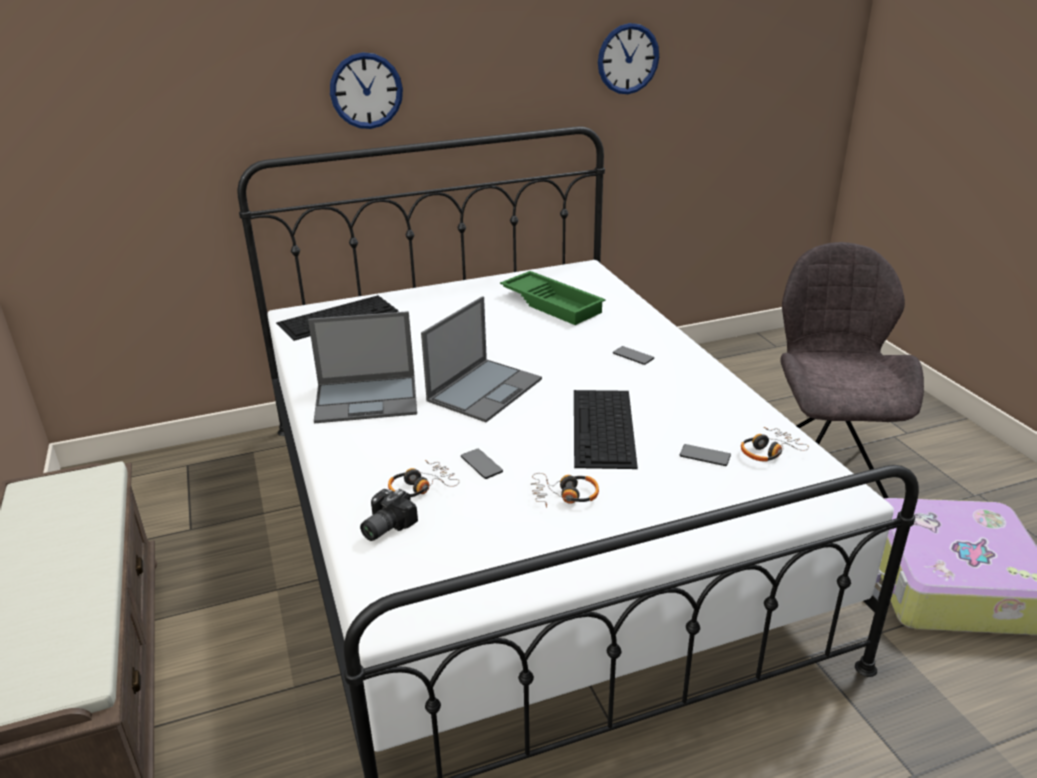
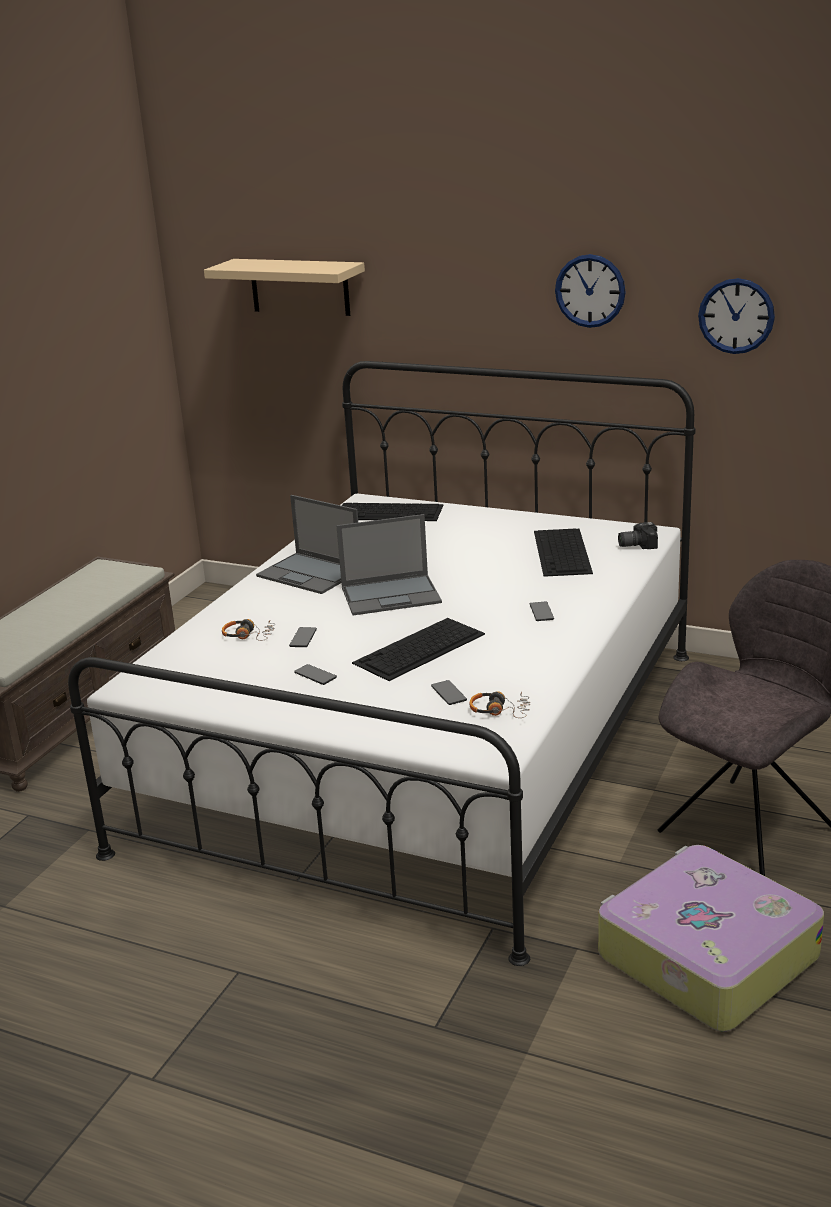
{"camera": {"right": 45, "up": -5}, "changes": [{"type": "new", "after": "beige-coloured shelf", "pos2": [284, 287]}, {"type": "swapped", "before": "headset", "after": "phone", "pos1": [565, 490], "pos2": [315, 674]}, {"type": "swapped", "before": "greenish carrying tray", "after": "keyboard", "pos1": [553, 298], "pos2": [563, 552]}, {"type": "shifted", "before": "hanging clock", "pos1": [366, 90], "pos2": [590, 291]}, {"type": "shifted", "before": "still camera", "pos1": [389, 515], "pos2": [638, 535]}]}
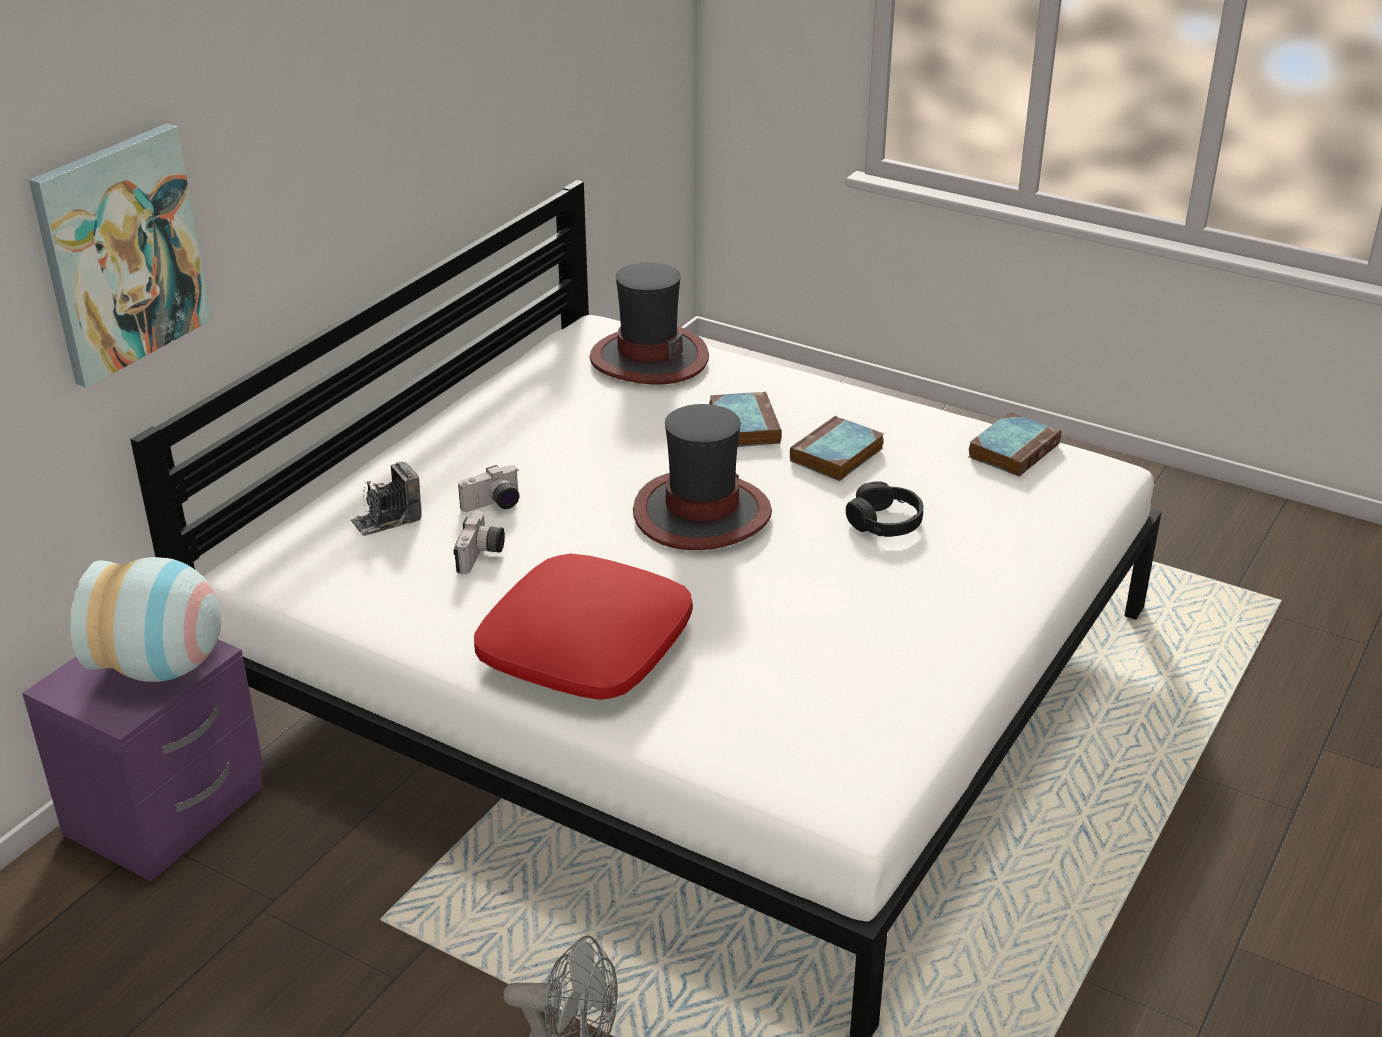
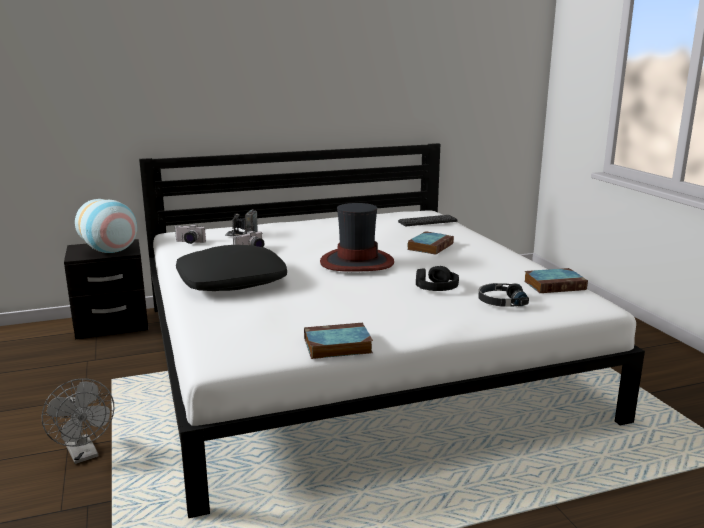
{"camera": {"right": 40, "up": -15}, "changes": [{"type": "repainted", "before": "purple night table", "after": "black-coloured night table", "pos1": [143, 760], "pos2": [106, 289]}, {"type": "shifted", "before": "still camera", "pos1": [488, 488], "pos2": [190, 234]}, {"type": "repainted", "before": "reddish cushion", "after": "black-coloured cushion", "pos1": [583, 627], "pos2": [231, 268]}, {"type": "shifted", "before": "bound book", "pos1": [837, 448], "pos2": [338, 341]}, {"type": "swapped", "before": "clothing hat", "after": "keyboard", "pos1": [649, 323], "pos2": [427, 220]}, {"type": "new", "after": "black-coloured headset", "pos2": [503, 295]}, {"type": "gone", "before": "wall art", "pos1": [120, 255]}]}
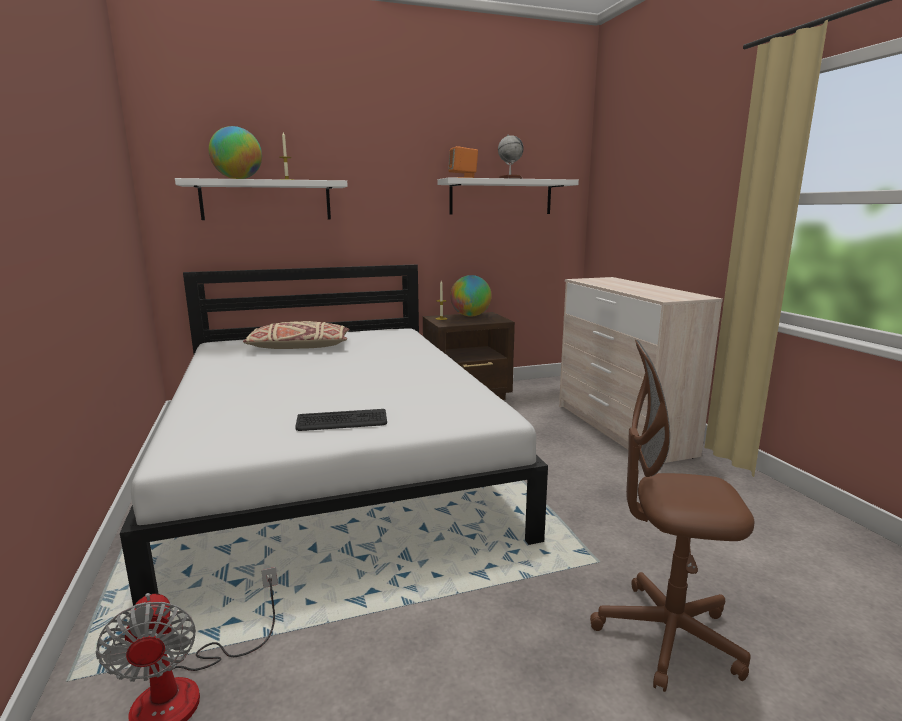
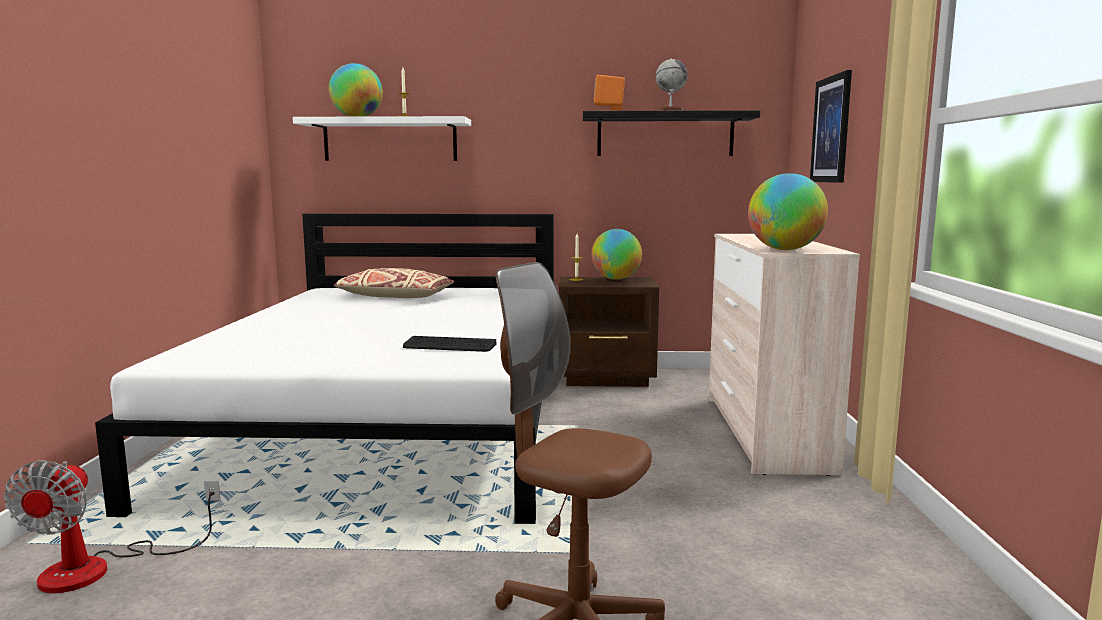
{"camera": {"right": 20, "up": -5}, "changes": [{"type": "shifted", "before": "keyboard", "pos1": [341, 420], "pos2": [449, 344]}, {"type": "repainted", "before": "white shelf", "after": "black-coloured shelf", "pos1": [508, 196], "pos2": [671, 133]}, {"type": "new", "after": "world globe", "pos2": [788, 211]}, {"type": "new", "after": "wall art", "pos2": [831, 126]}]}
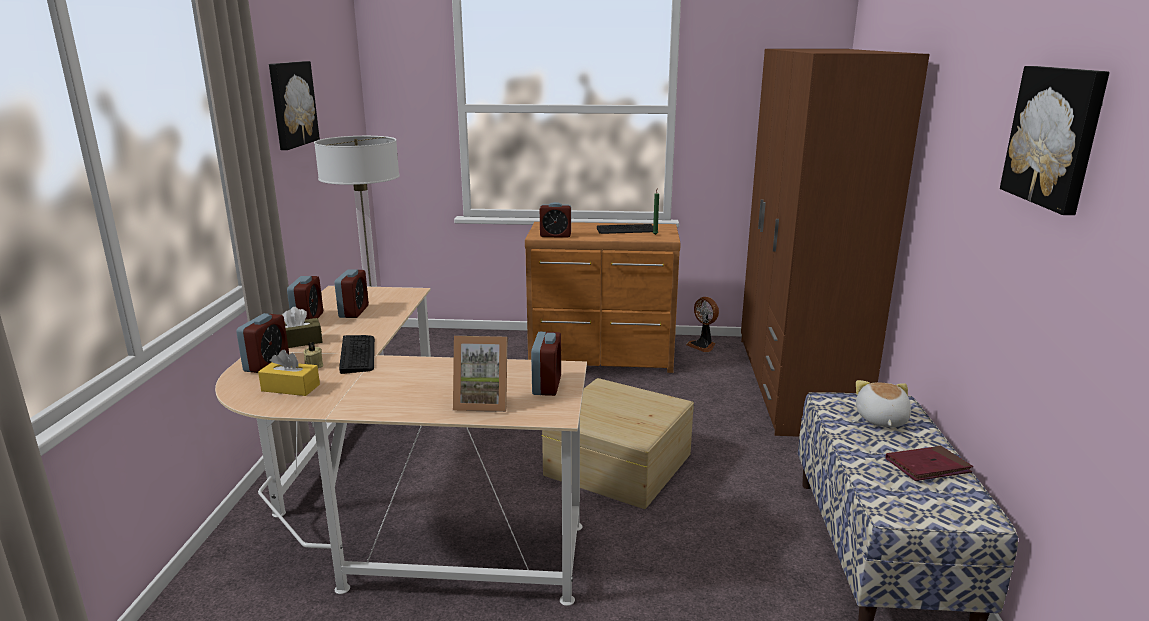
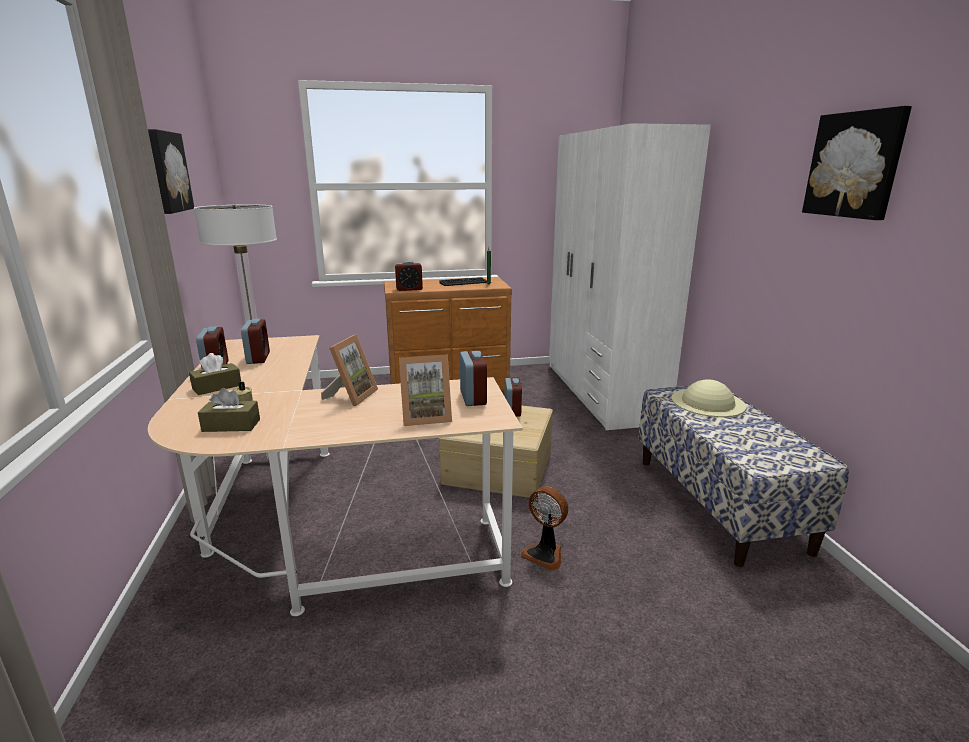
{"camera": {"right": -15, "up": 0}, "changes": [{"type": "repainted", "before": "yellow tissue holder", "after": "brownish tissue holder", "pos1": [289, 373], "pos2": [229, 410]}, {"type": "new", "after": "standing frame", "pos2": [349, 370]}, {"type": "shifted", "before": "alarm clock", "pos1": [262, 343], "pos2": [513, 397]}, {"type": "shifted", "before": "electric fan", "pos1": [702, 324], "pos2": [544, 528]}, {"type": "repainted", "before": "brownish clothes cupboard", "after": "white clothes cupboard", "pos1": [835, 243], "pos2": [630, 276]}, {"type": "swapped", "before": "soft toy", "after": "beige-coloured clothing hat", "pos1": [883, 403], "pos2": [709, 398]}, {"type": "gone", "before": "keyboard", "pos1": [357, 354]}, {"type": "gone", "before": "reddish bound book", "pos1": [929, 463]}]}
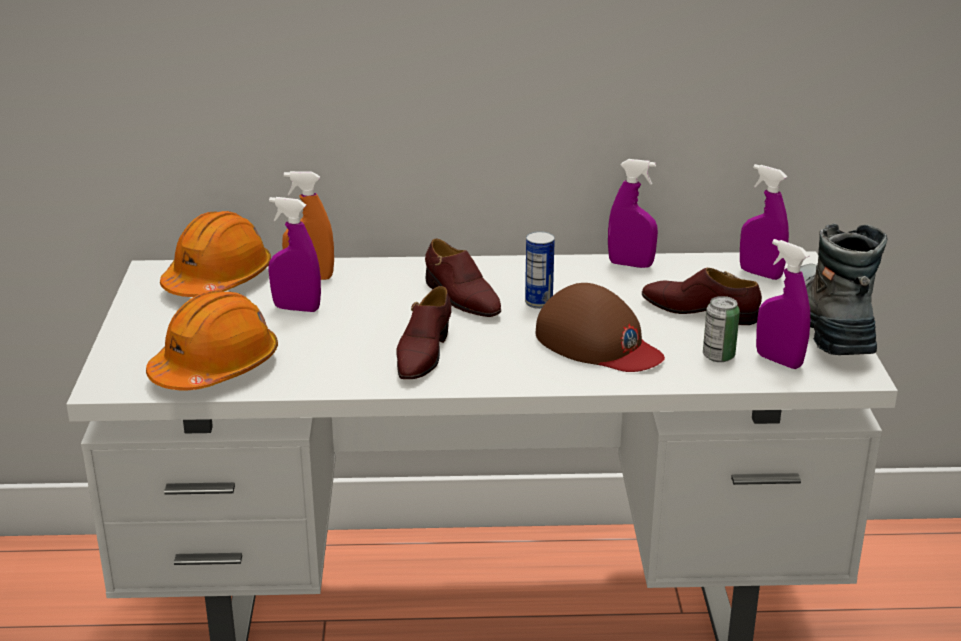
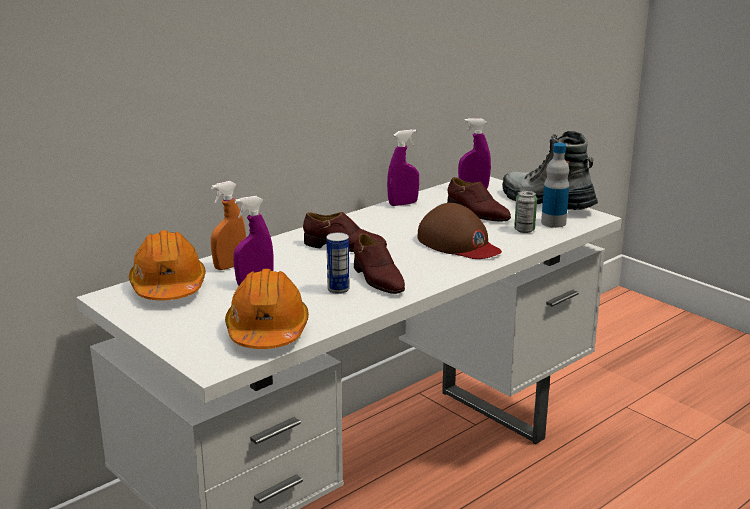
{"camera": {"right": -40, "up": -5}, "changes": [{"type": "shifted", "before": "sealed can", "pos1": [540, 270], "pos2": [337, 263]}, {"type": "rotated", "before": "brownish peaked cap", "pos1": [600, 327], "pos2": [460, 231], "turn": 45}, {"type": "rotated", "before": "brownish low shoe", "pos1": [702, 296], "pos2": [479, 199], "turn": -120}, {"type": "swapped", "before": "purple spray bottle", "after": "drink bottle", "pos1": [783, 304], "pos2": [555, 185]}]}
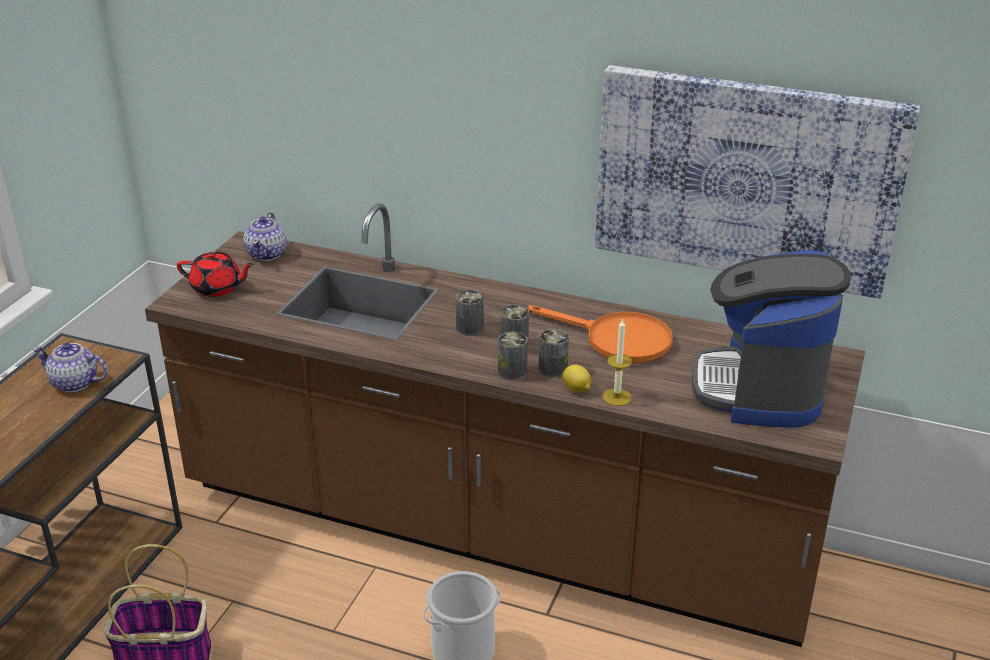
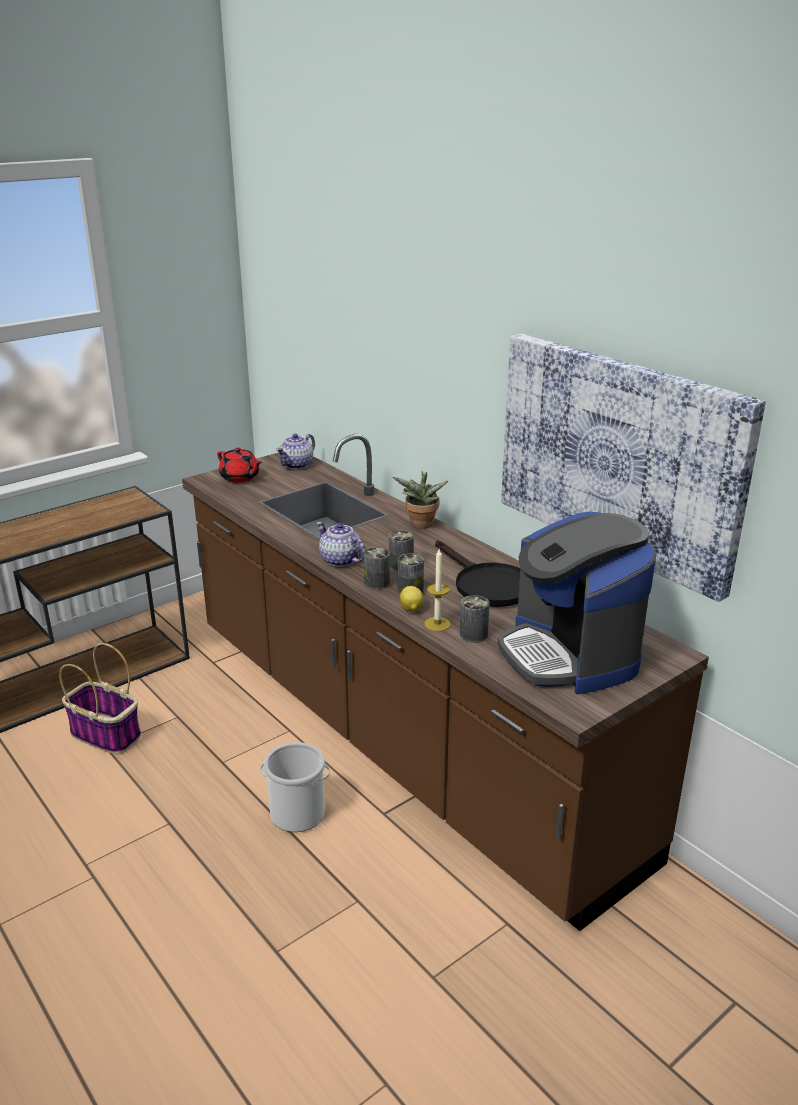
{"camera": {"right": 30, "up": -5}, "changes": [{"type": "shifted", "before": "teapot", "pos1": [70, 367], "pos2": [340, 544]}, {"type": "new", "after": "potted plant", "pos2": [420, 500]}, {"type": "repainted", "before": "orange-coloured skillet", "after": "black-coloured skillet", "pos1": [600, 334], "pos2": [477, 573]}, {"type": "shifted", "before": "sealed can", "pos1": [470, 313], "pos2": [475, 619]}, {"type": "rotated", "before": "coffee brewer", "pos1": [771, 339], "pos2": [577, 603], "turn": -60}]}
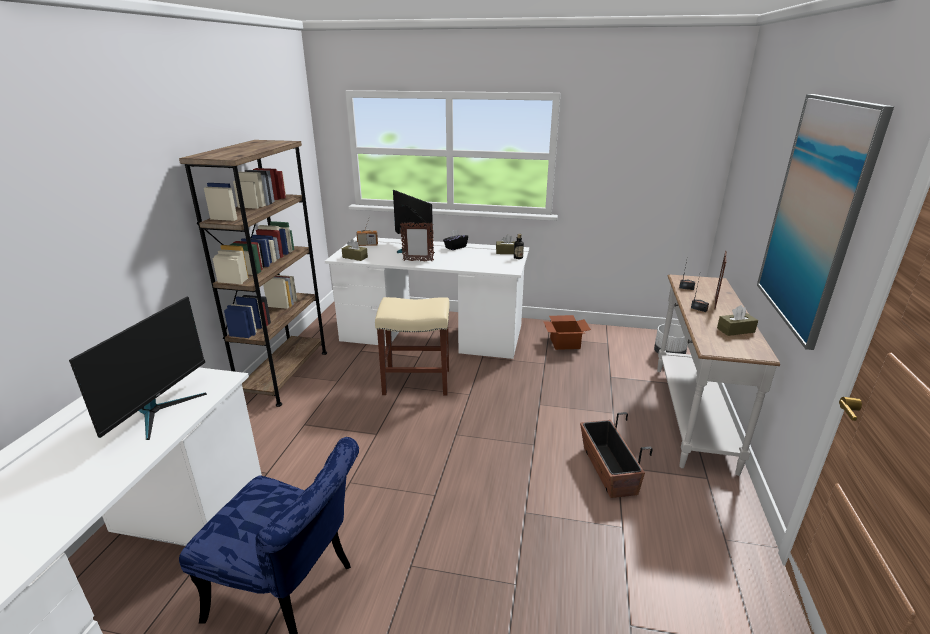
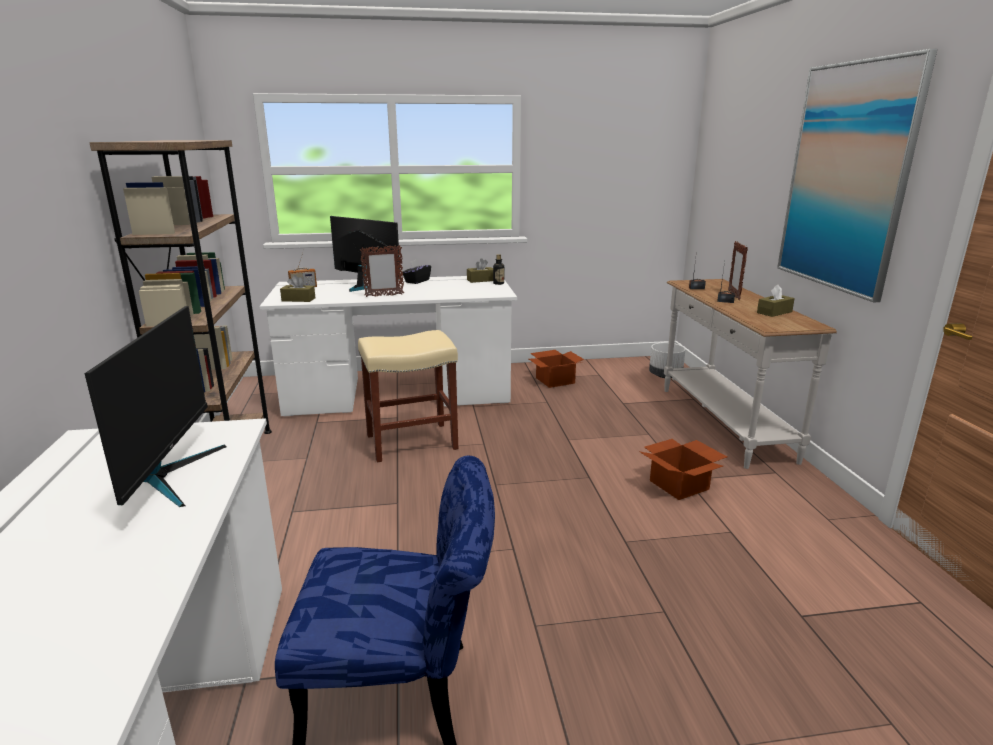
{"camera": {"right": -20, "up": -5}, "changes": [{"type": "swapped", "before": "flower pot", "after": "packing box", "pos1": [616, 455], "pos2": [683, 469]}]}
